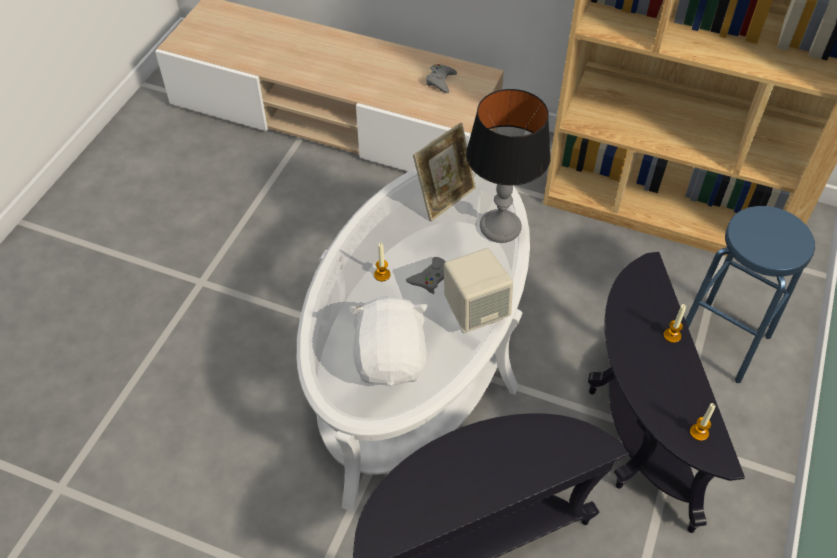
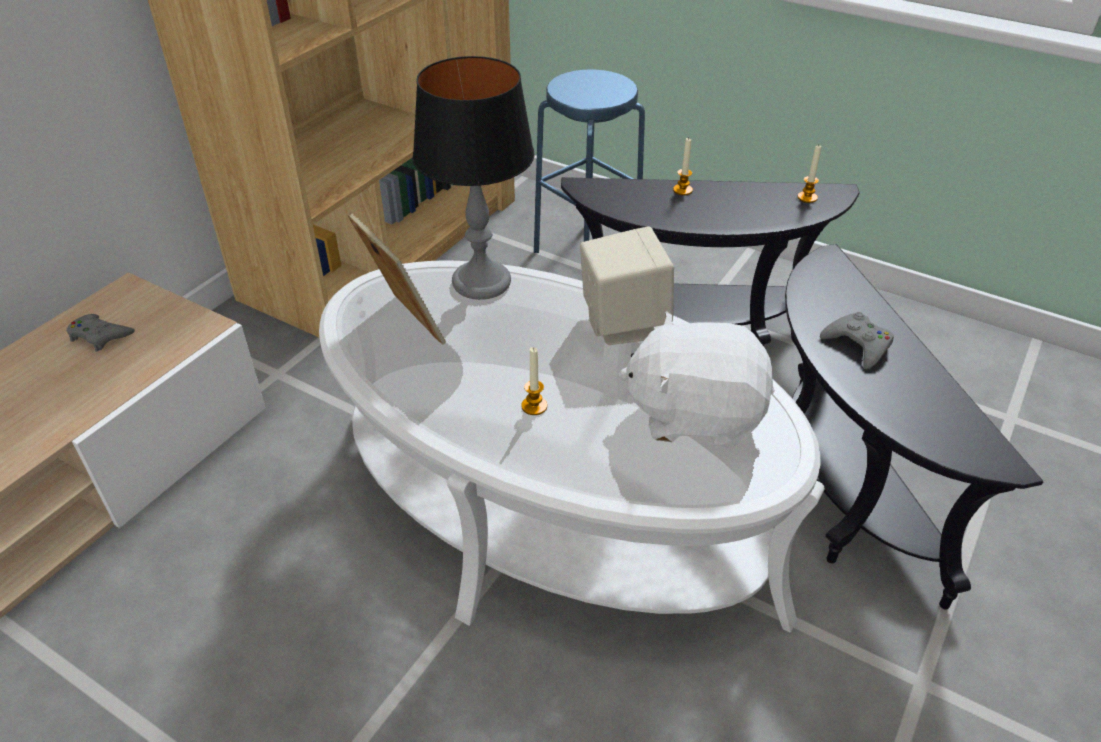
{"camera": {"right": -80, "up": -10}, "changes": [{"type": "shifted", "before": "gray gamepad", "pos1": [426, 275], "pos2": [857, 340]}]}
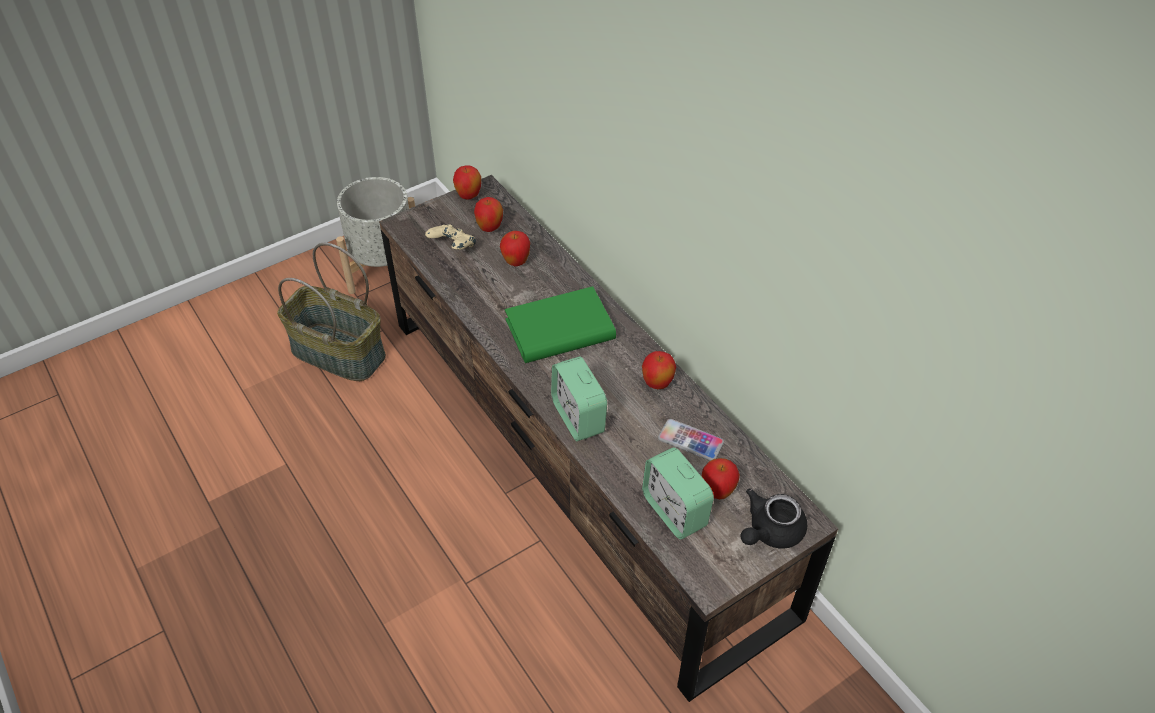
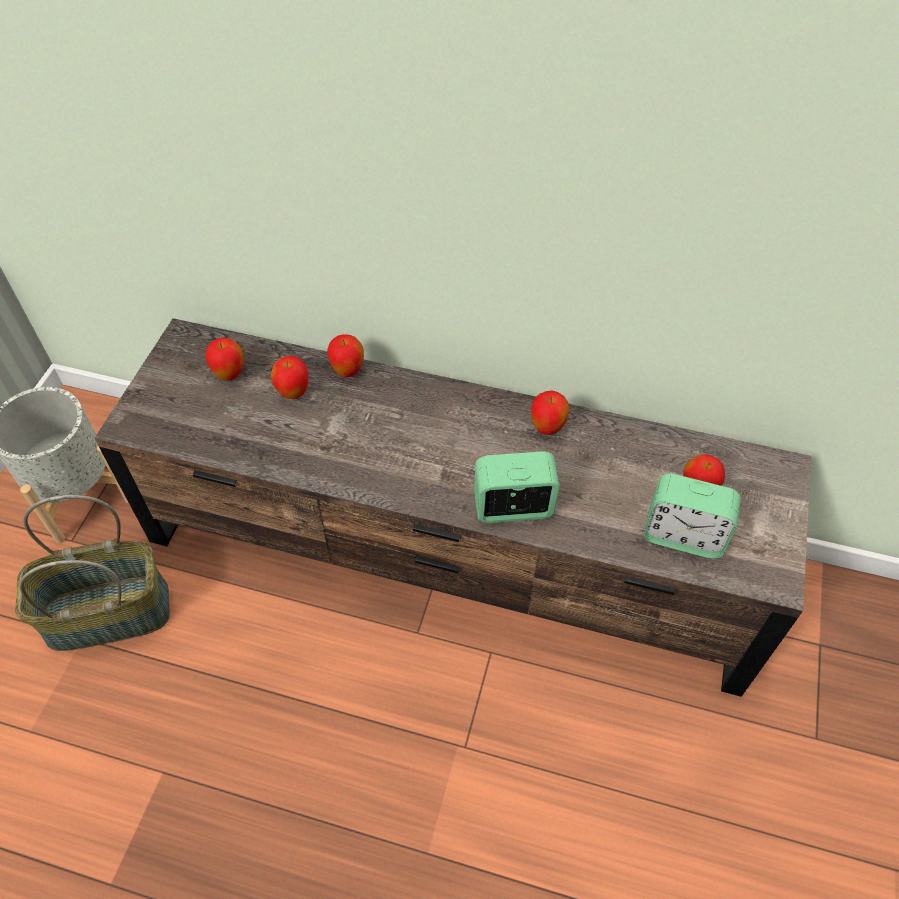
{"camera": {"right": -40, "up": 5}, "changes": [{"type": "shifted", "before": "apple fruit", "pos1": [467, 182], "pos2": [345, 355]}, {"type": "rotated", "before": "alarm clock", "pos1": [579, 398], "pos2": [517, 487], "turn": 150}, {"type": "gone", "before": "beige-coloured gamepad", "pos1": [450, 237]}, {"type": "gone", "before": "greenish bound book", "pos1": [560, 324]}, {"type": "gone", "before": "phone", "pos1": [691, 440]}, {"type": "gone", "before": "black-coloured teapot", "pos1": [773, 518]}]}
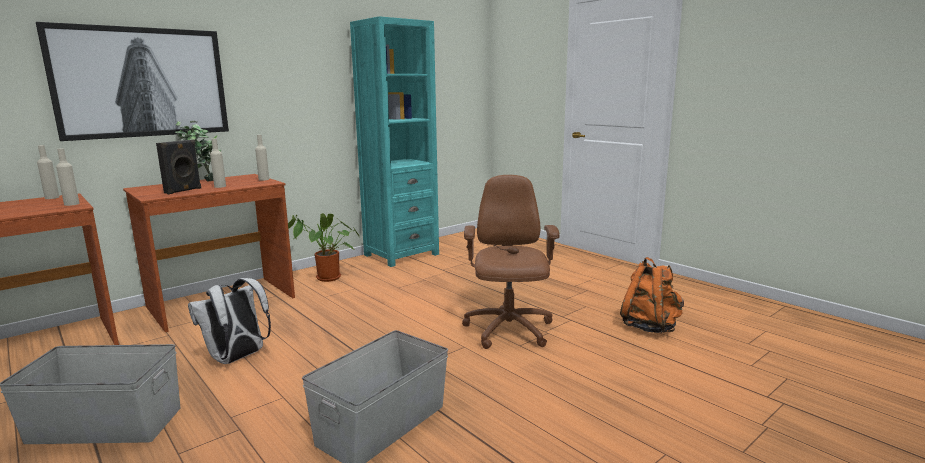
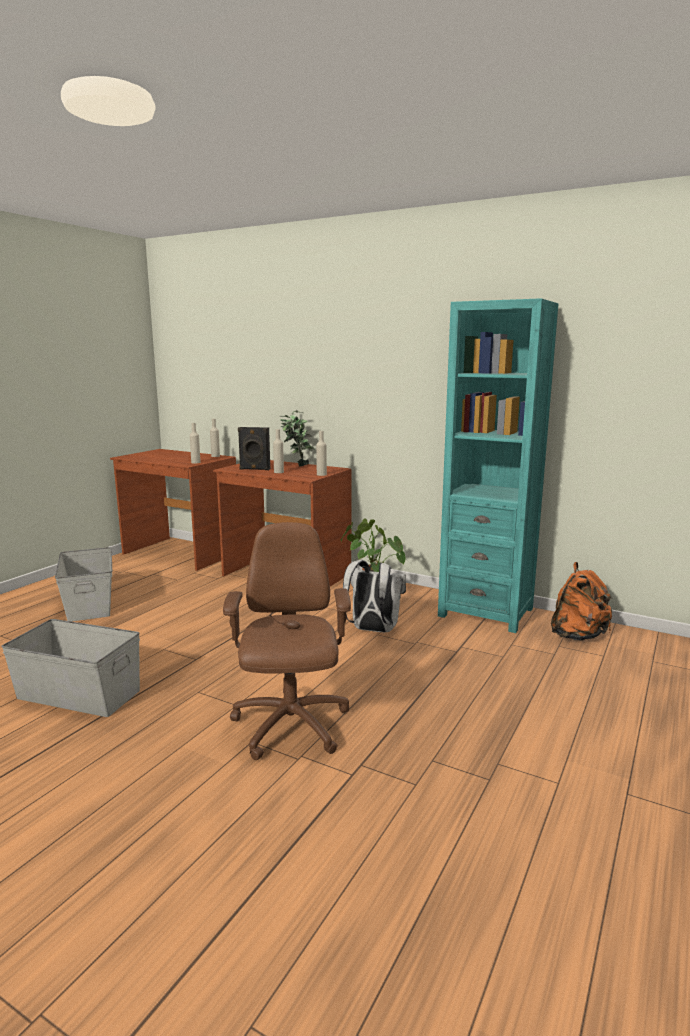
{"camera": {"right": 70, "up": 0}, "changes": [{"type": "rotated", "before": "brownish office chair", "pos1": [510, 262], "pos2": [287, 641], "turn": -75}, {"type": "shifted", "before": "white backpack", "pos1": [229, 321], "pos2": [374, 596]}, {"type": "shifted", "before": "orange-coloured backpack", "pos1": [652, 295], "pos2": [581, 601]}, {"type": "gone", "before": "wall art", "pos1": [132, 81]}]}
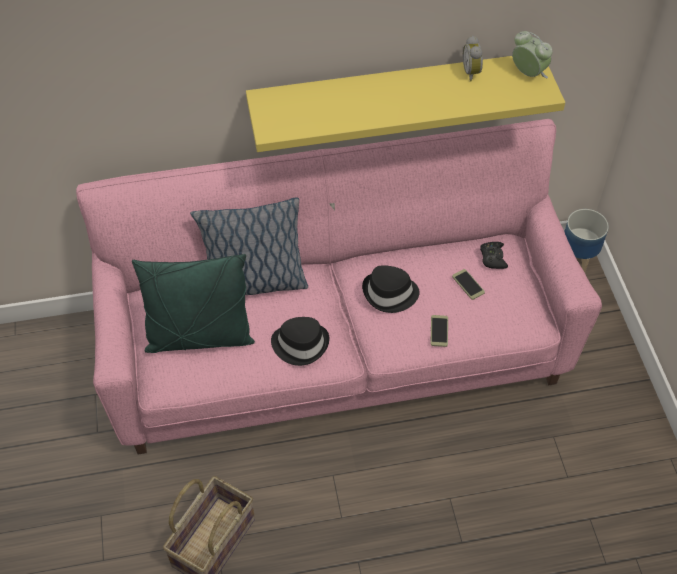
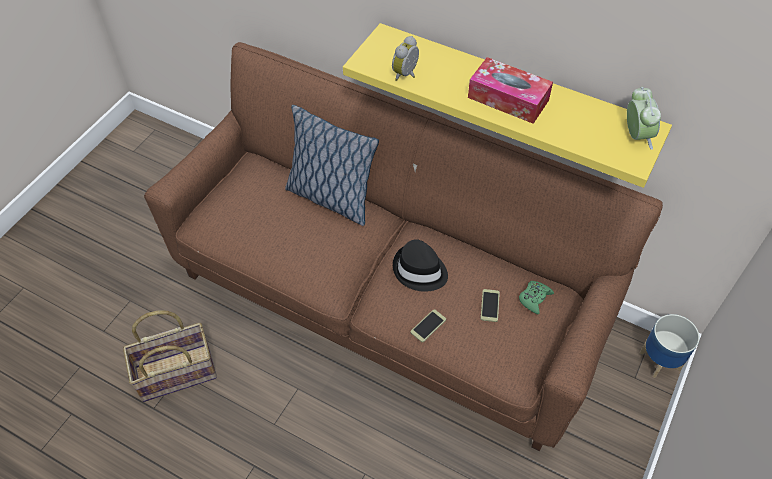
{"camera": {"right": 40, "up": 0}, "changes": [{"type": "repainted", "before": "pink sofa", "after": "brownish sofa", "pos1": [339, 287], "pos2": [403, 246]}, {"type": "shifted", "before": "alarm clock", "pos1": [473, 58], "pos2": [405, 58]}, {"type": "new", "after": "tissue holder", "pos2": [510, 90]}, {"type": "repainted", "before": "black-coloured gamepad", "after": "greenish gamepad", "pos1": [494, 255], "pos2": [536, 298]}, {"type": "gone", "before": "greenish cushion", "pos1": [193, 303]}, {"type": "gone", "before": "black-coloured clothing hat", "pos1": [300, 341]}]}
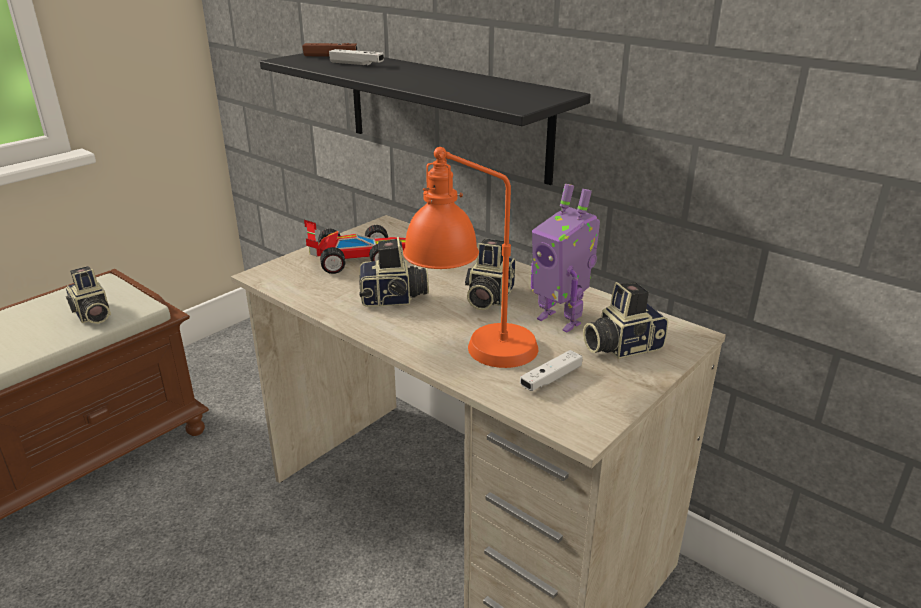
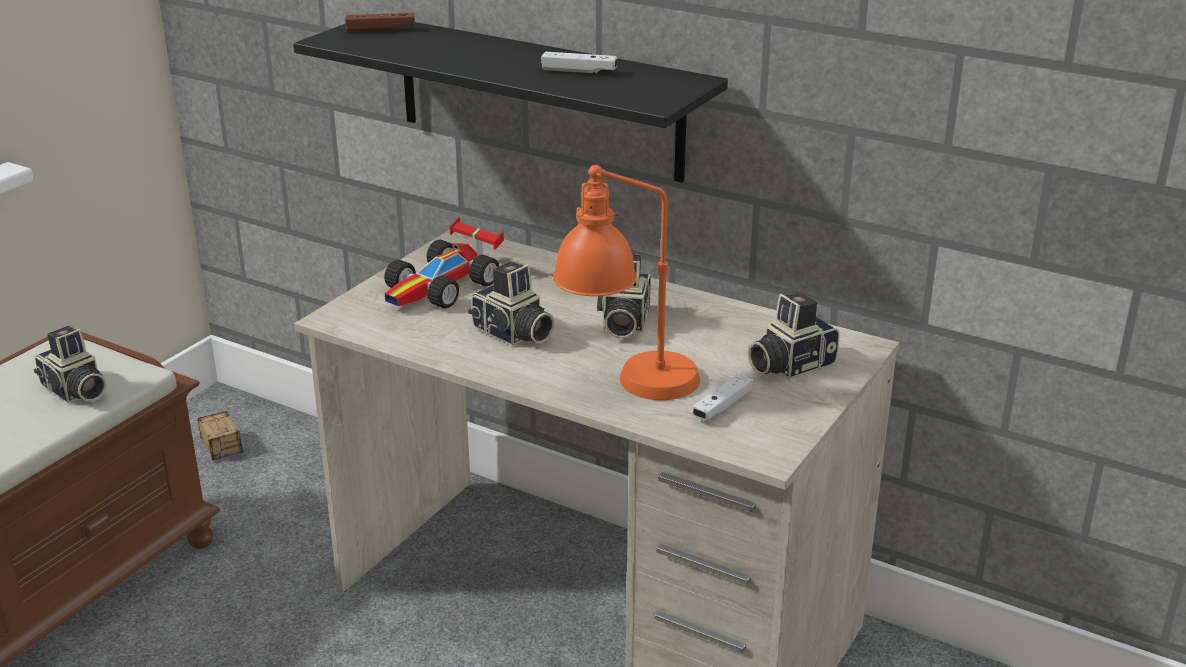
{"camera": {"right": -10, "up": 0}, "changes": [{"type": "new", "after": "storage box", "pos2": [220, 435]}, {"type": "rotated", "before": "toy car", "pos1": [355, 247], "pos2": [444, 262], "turn": 150}, {"type": "rotated", "before": "still camera", "pos1": [394, 272], "pos2": [511, 303], "turn": 60}, {"type": "shifted", "before": "white gamepad", "pos1": [356, 57], "pos2": [579, 63]}, {"type": "gone", "before": "model robot", "pos1": [565, 258]}]}
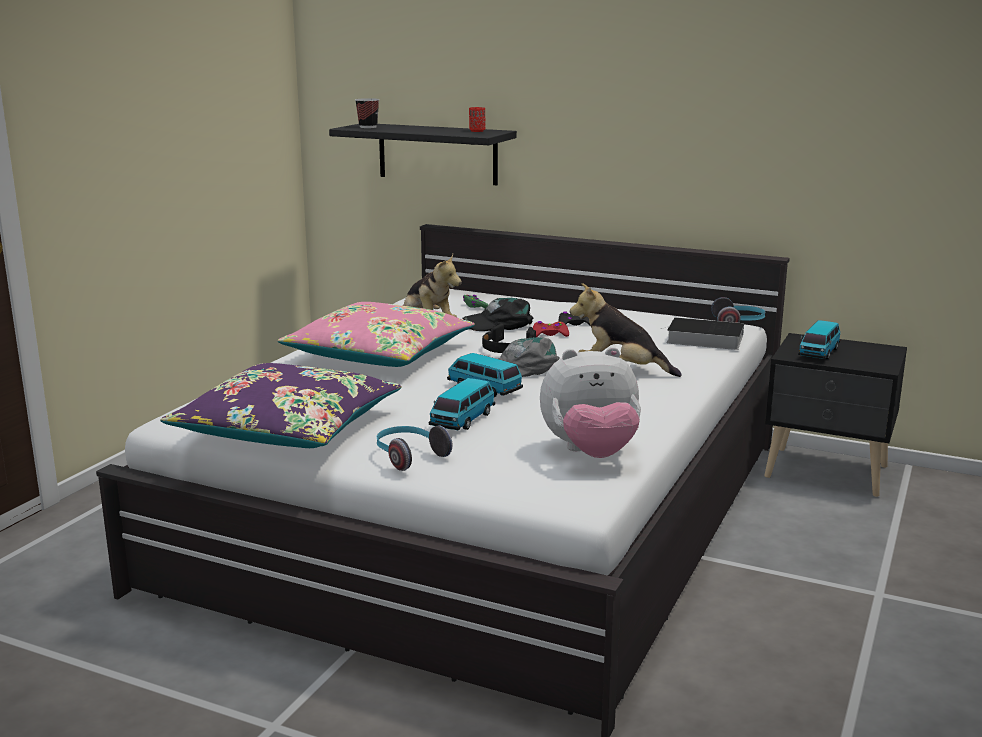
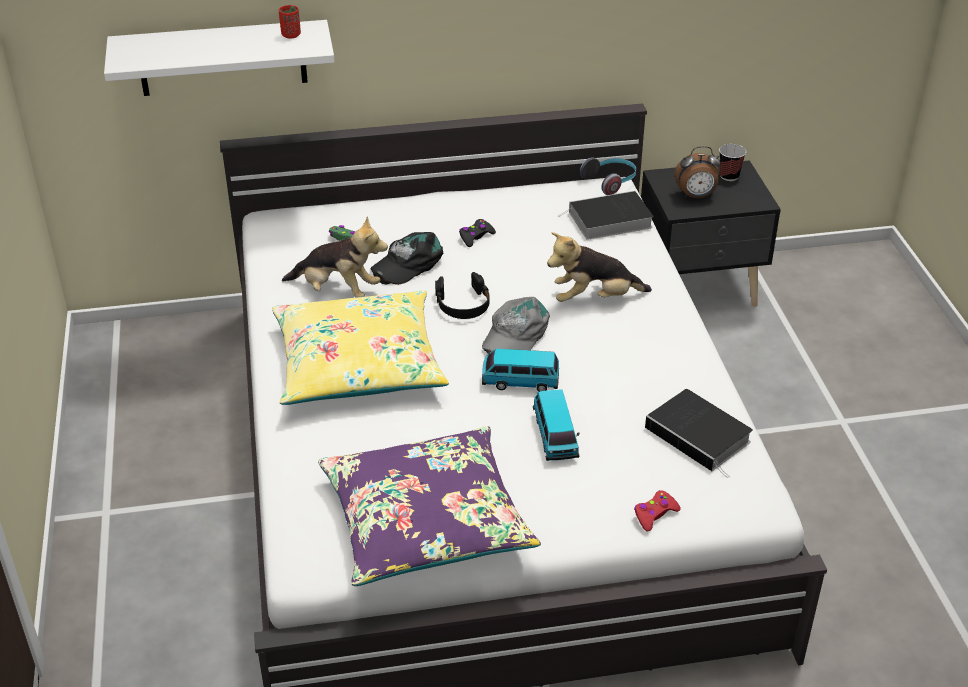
{"camera": {"right": -35, "up": 20}, "changes": [{"type": "repainted", "before": "black-coloured shelf", "after": "white shelf", "pos1": [423, 154], "pos2": [219, 58]}, {"type": "repainted", "before": "pink cushion", "after": "yellow cushion", "pos1": [376, 334], "pos2": [360, 347]}, {"type": "shifted", "before": "reddish gamepad", "pos1": [551, 329], "pos2": [657, 511]}, {"type": "swapped", "before": "soft toy", "after": "bound book", "pos1": [590, 402], "pos2": [699, 433]}, {"type": "swapped", "before": "toy car", "after": "alarm clock", "pos1": [819, 339], "pos2": [698, 172]}, {"type": "shifted", "before": "cup", "pos1": [367, 113], "pos2": [732, 162]}, {"type": "gone", "before": "headset", "pos1": [414, 448]}]}
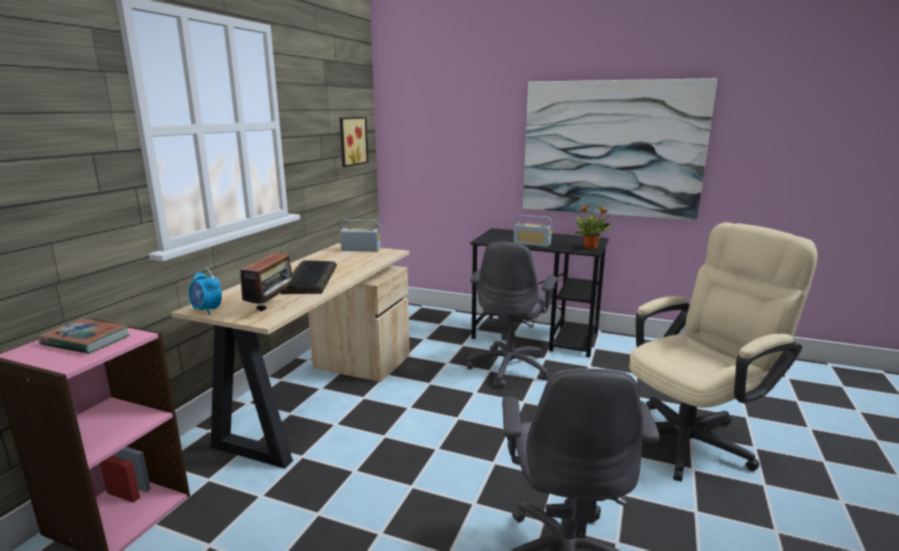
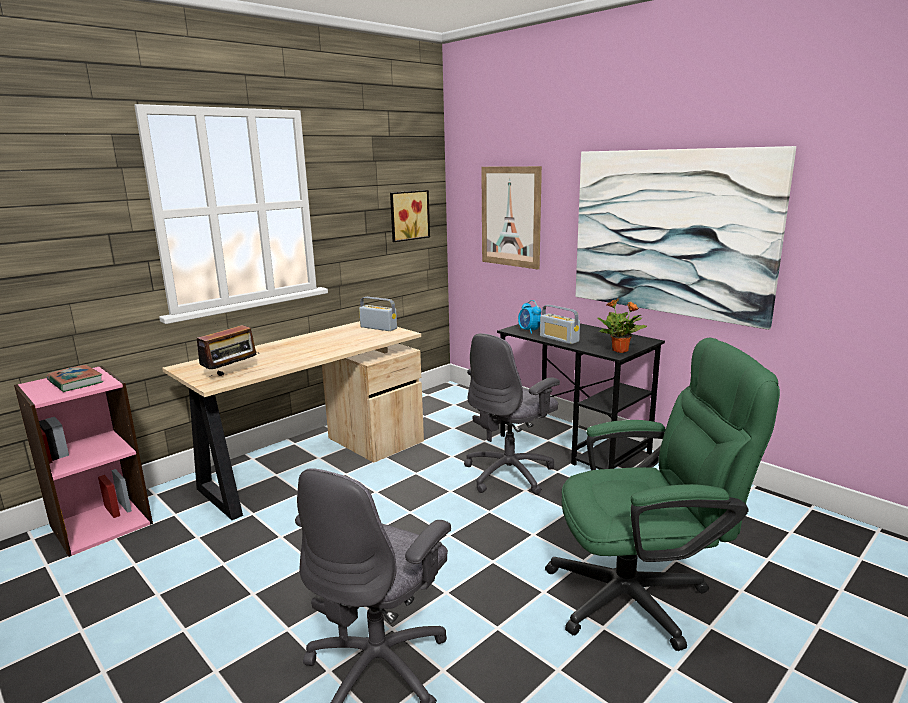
{"camera": {"right": 25, "up": 0}, "changes": [{"type": "new", "after": "wall art", "pos2": [511, 217]}, {"type": "shifted", "before": "alarm clock", "pos1": [205, 291], "pos2": [529, 317]}, {"type": "repainted", "before": "beige-coloured office chair", "after": "greenish office chair", "pos1": [723, 352], "pos2": [662, 494]}, {"type": "gone", "before": "keyboard", "pos1": [309, 277]}]}
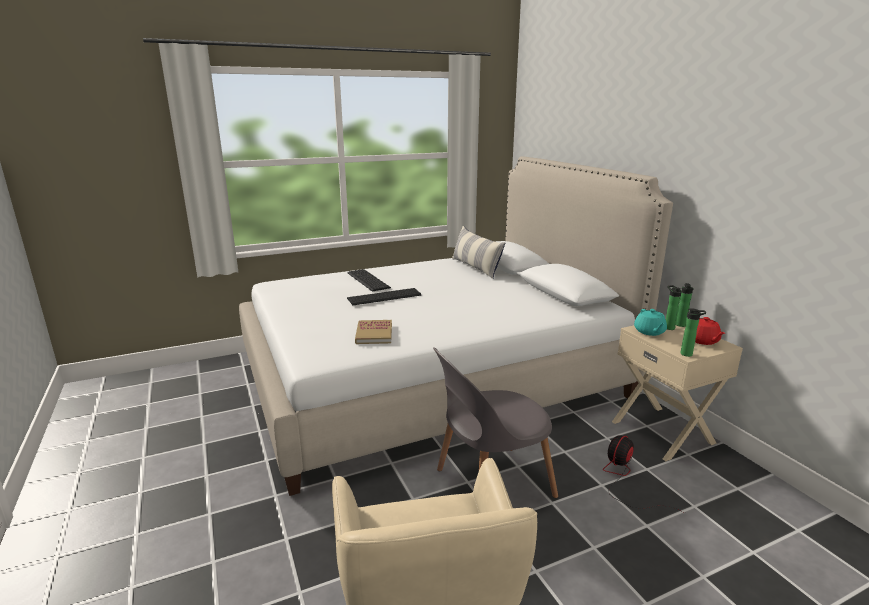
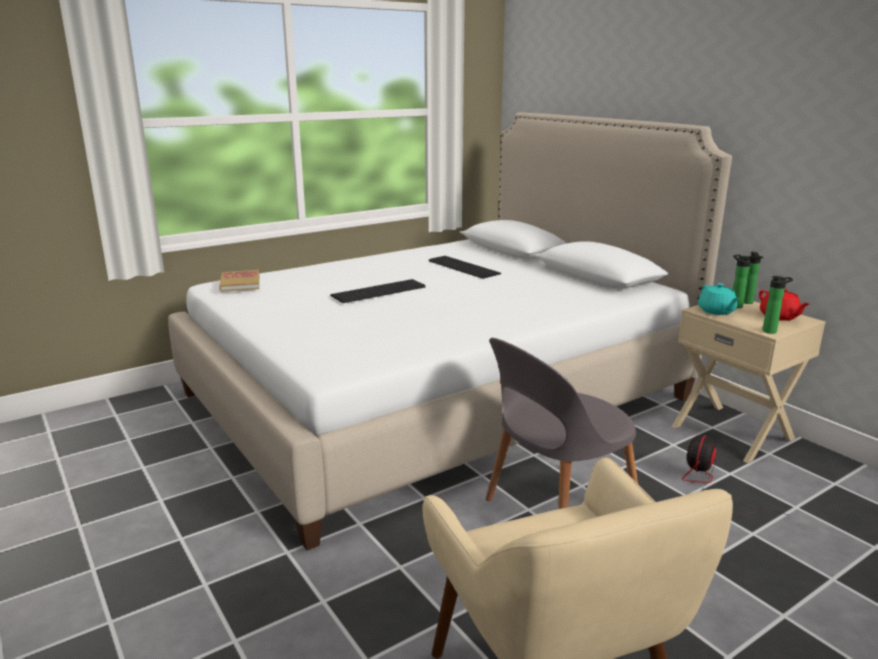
{"camera": {"right": -10, "up": 0}, "changes": [{"type": "shifted", "before": "bound book", "pos1": [373, 332], "pos2": [239, 281]}, {"type": "shifted", "before": "keyboard", "pos1": [369, 280], "pos2": [464, 267]}, {"type": "gone", "before": "cushion", "pos1": [479, 252]}]}
